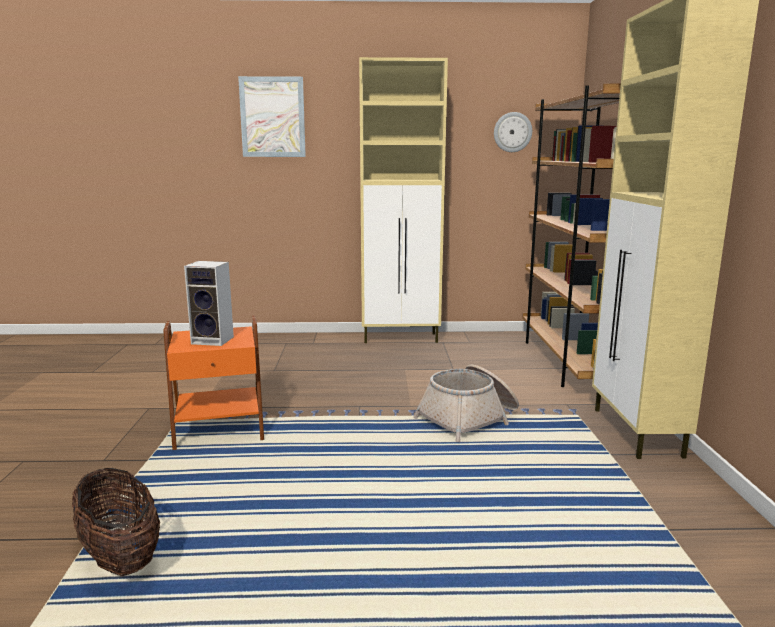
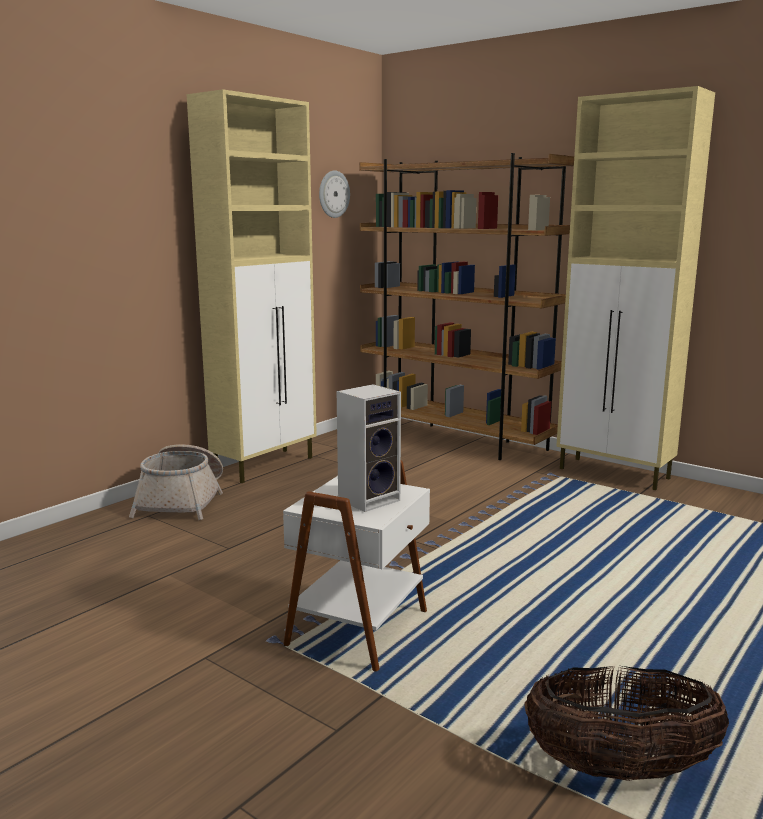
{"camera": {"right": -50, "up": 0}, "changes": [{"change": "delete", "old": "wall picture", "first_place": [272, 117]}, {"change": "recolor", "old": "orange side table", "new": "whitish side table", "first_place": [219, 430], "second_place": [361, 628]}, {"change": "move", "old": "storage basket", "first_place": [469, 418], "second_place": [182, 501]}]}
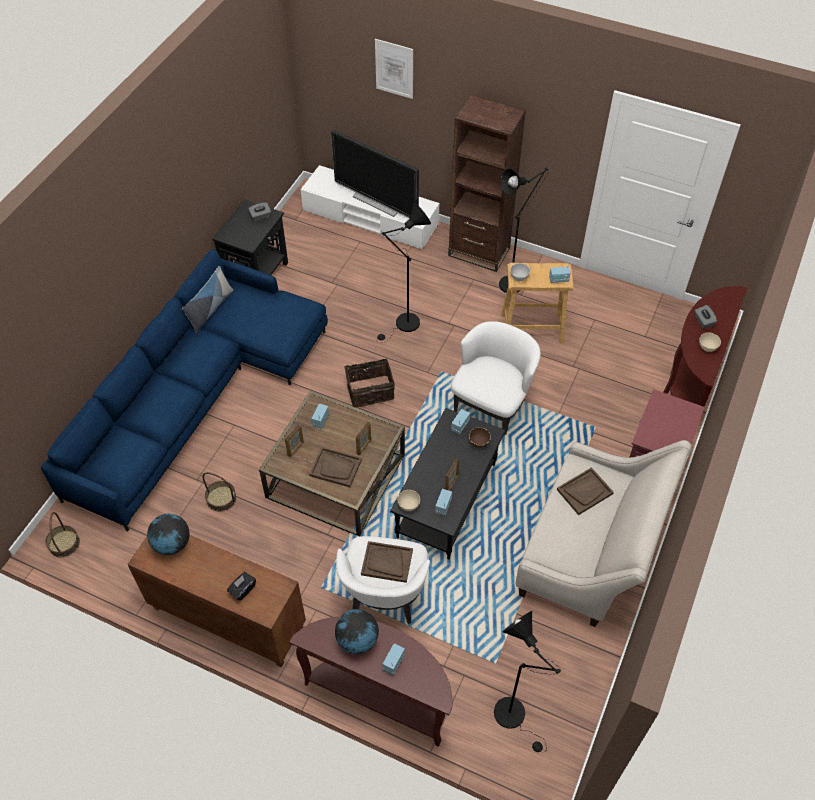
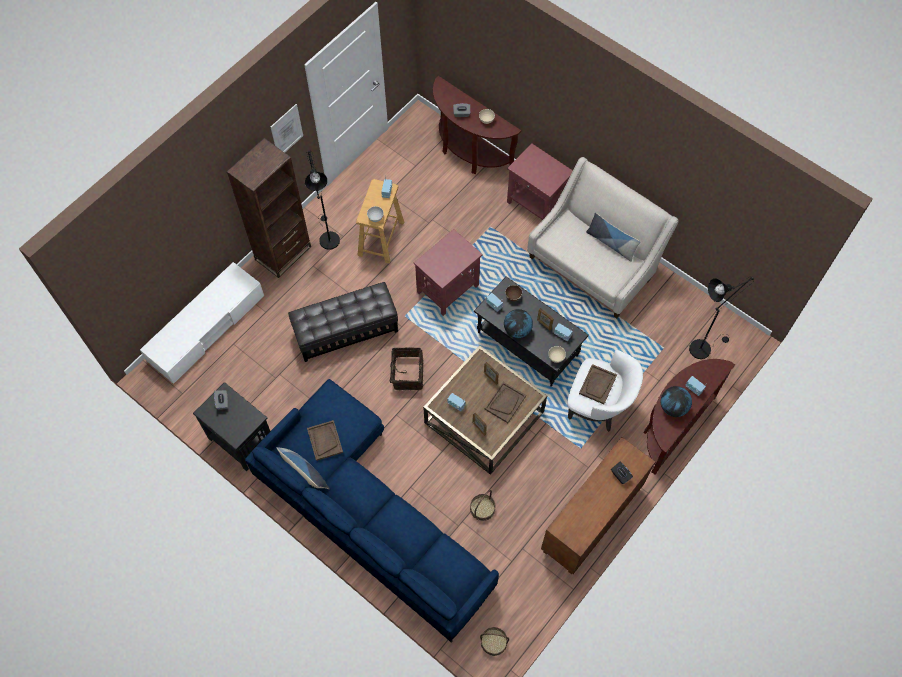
{"camera": {"right": -75, "up": 10}, "changes": [{"change": "move", "old": "wall picture", "first_place": [394, 68], "second_place": [286, 131]}, {"change": "delete", "old": "TV set", "first_place": [377, 202]}, {"change": "replace", "old": "black-coloured floor lamp", "new": "black-coloured pouffe", "first_place": [404, 325], "second_place": [346, 331]}, {"change": "replace", "old": "whitish lounge chair", "new": "reddish side table", "first_place": [492, 404], "second_place": [448, 289]}, {"change": "move", "old": "brownish serving tray", "first_place": [584, 491], "second_place": [325, 440]}, {"change": "move", "old": "globe", "first_place": [172, 544], "second_place": [517, 330]}, {"change": "insert", "new": "pillow", "second_place": [611, 243]}]}
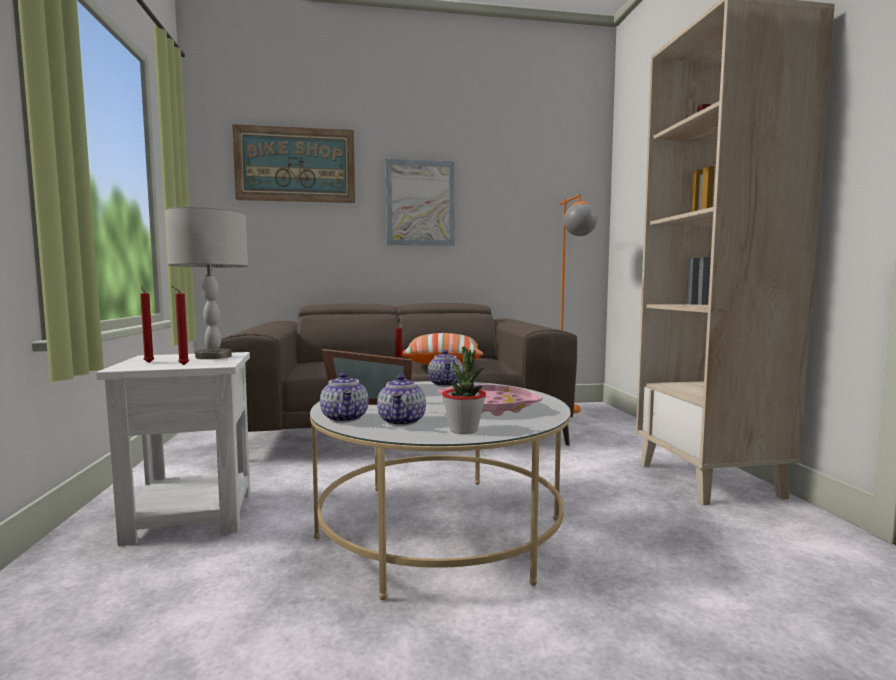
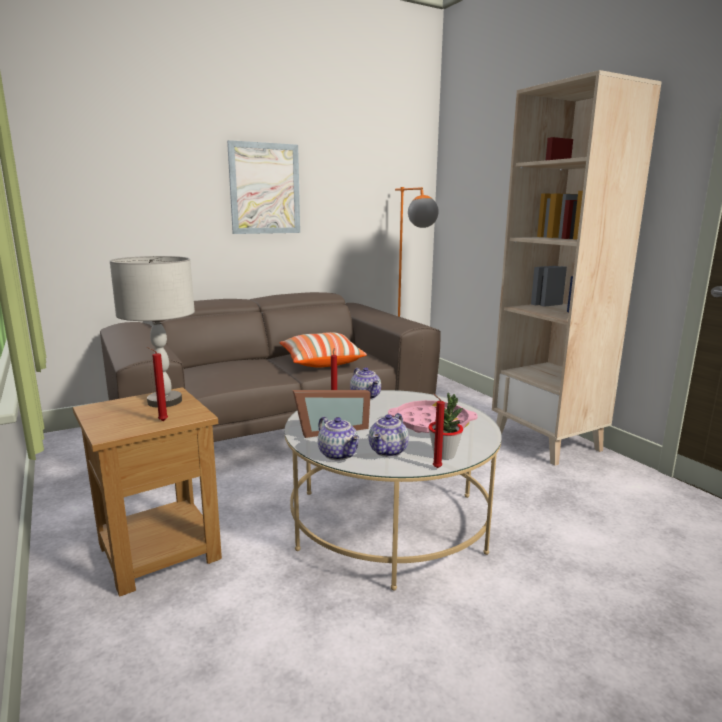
{"camera": {"right": -20, "up": 10}, "changes": [{"change": "delete", "old": "wall picture", "first_place": [295, 165]}, {"change": "move", "old": "reddish candle", "first_place": [148, 362], "second_place": [435, 468]}, {"change": "recolor", "old": "whitish side table", "new": "brownish side table", "first_place": [189, 516], "second_place": [157, 552]}, {"change": "rotate", "old": "tea pot", "first_place": [403, 422], "second_place": [389, 451], "degrees": 45}]}
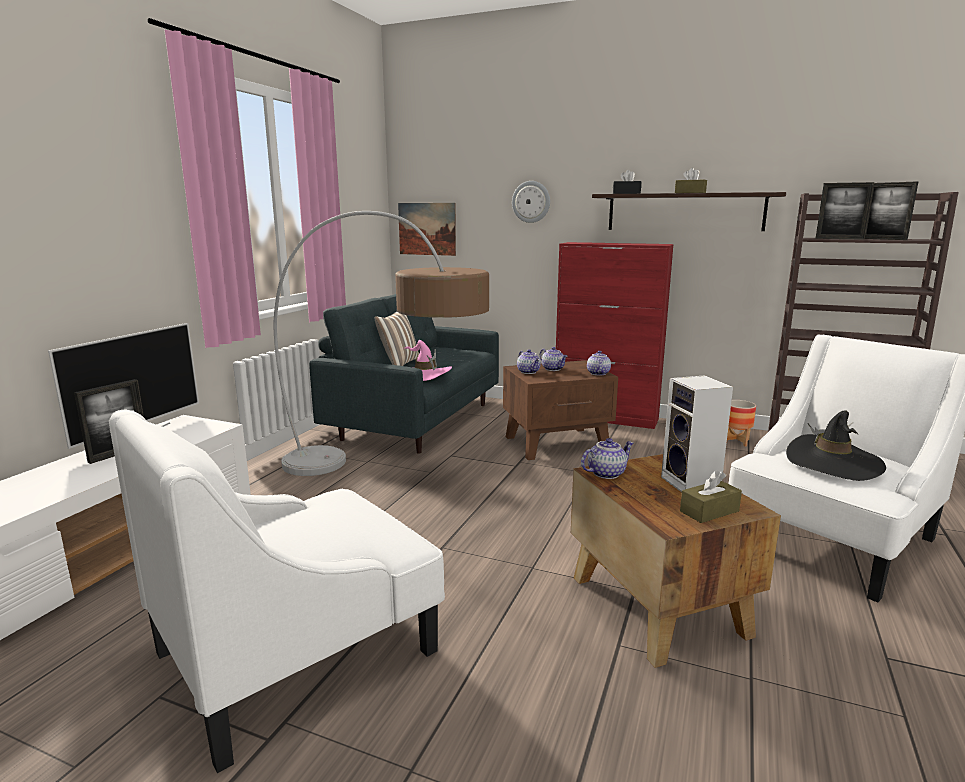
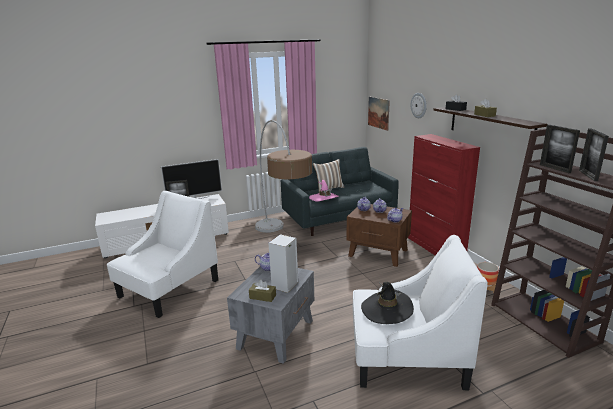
{"camera": {"right": 45, "up": 5}, "changes": [{"change": "rotate", "old": "whitish lounge chair", "first_place": [298, 651], "second_place": [169, 288], "degrees": 120}, {"change": "recolor", "old": "brownish side table", "new": "greyish side table", "first_place": [657, 604], "second_place": [276, 333]}]}
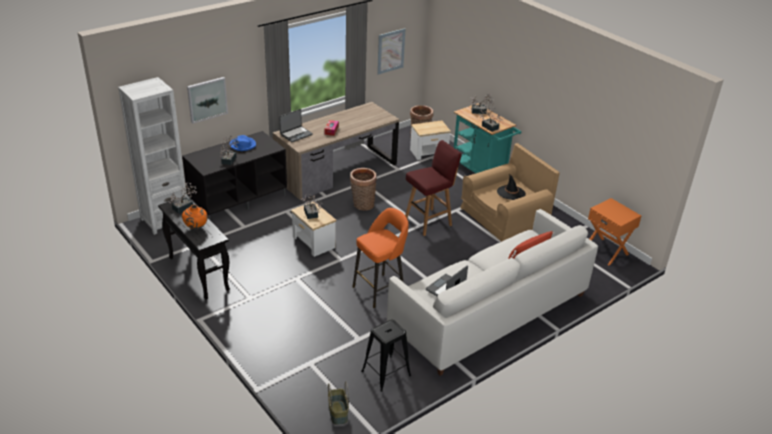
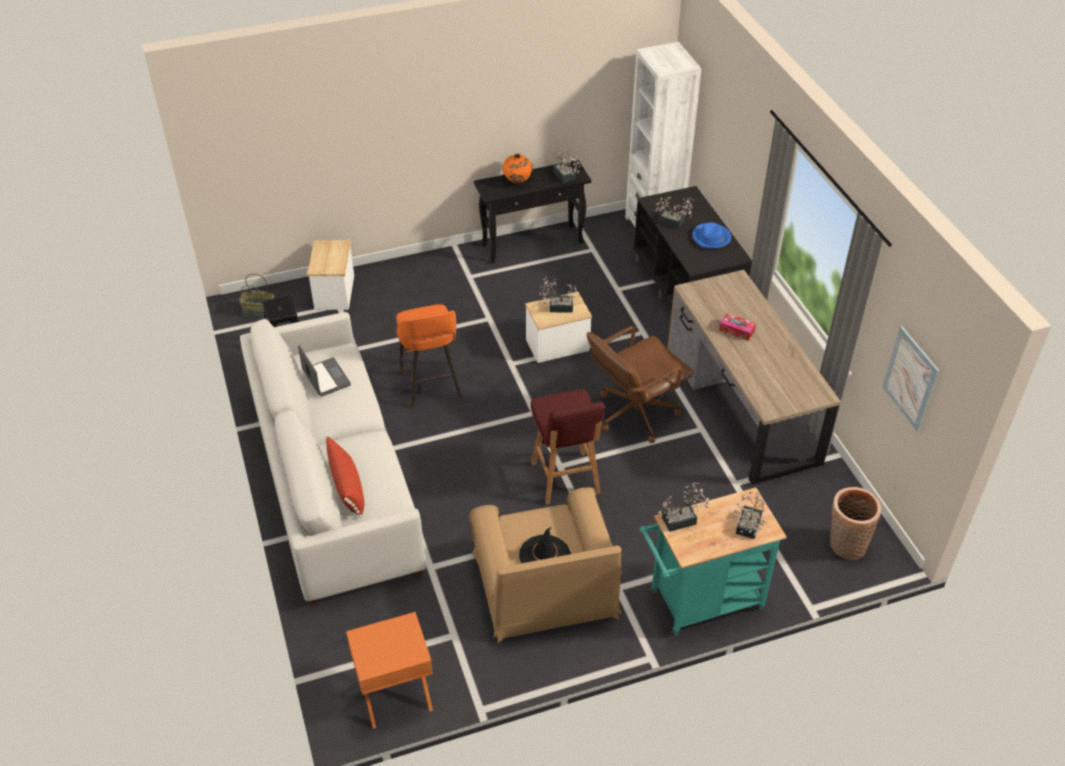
{"camera": {"right": 110, "up": 10}, "changes": [{"change": "delete", "old": "wall picture", "first_place": [207, 99]}, {"change": "delete", "old": "portable computer", "first_place": [296, 134]}, {"change": "move", "old": "side table", "first_place": [429, 153], "second_place": [334, 293]}, {"change": "replace", "old": "storage basket", "new": "brownish computer chair", "first_place": [362, 205], "second_place": [635, 413]}]}
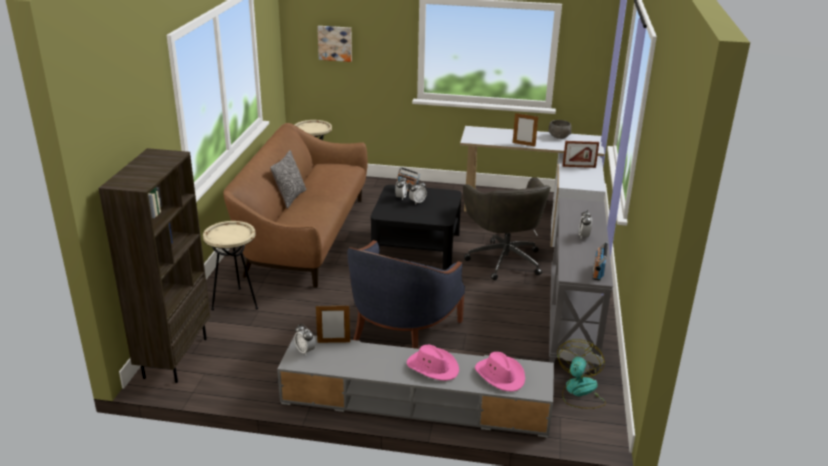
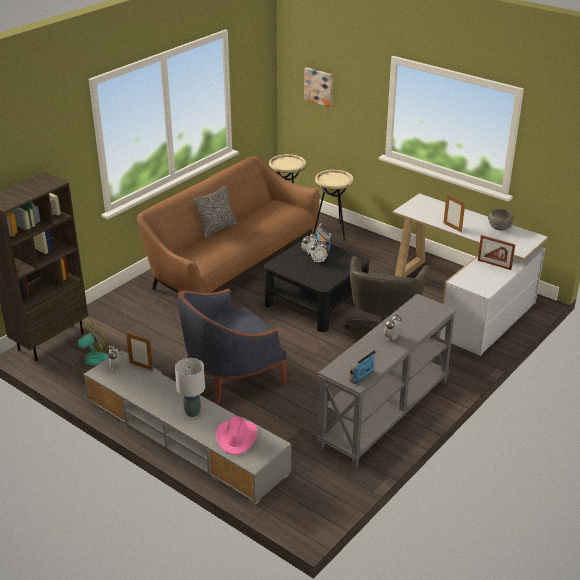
{"camera": {"right": 30, "up": 5}, "changes": [{"change": "move", "old": "sand-coloured side table", "first_place": [236, 302], "second_place": [332, 232]}, {"change": "move", "old": "fan", "first_place": [579, 392], "second_place": [91, 362]}, {"change": "replace", "old": "pink hat", "new": "greyish table lamp", "first_place": [433, 367], "second_place": [193, 412]}]}
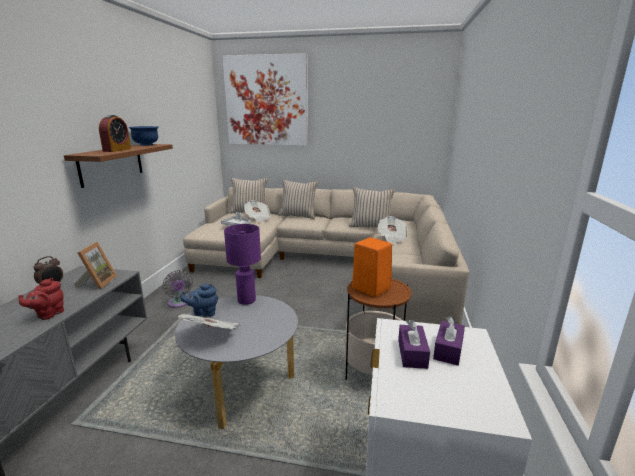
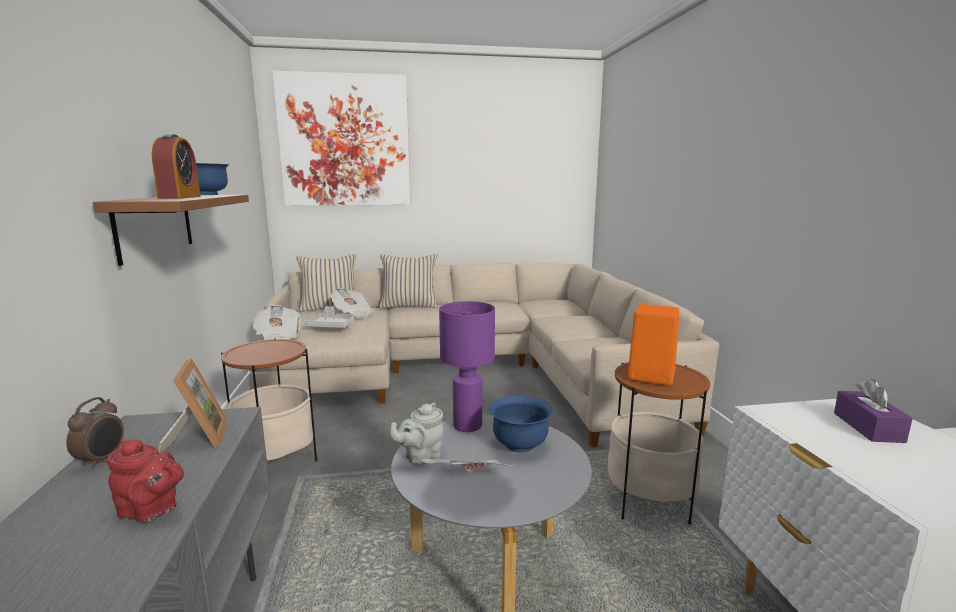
{"camera": {"right": -20, "up": -5}, "changes": [{"change": "delete", "old": "sand-coloured pillow", "first_place": [371, 226]}, {"change": "move", "old": "printed paper", "first_place": [392, 238], "second_place": [278, 337]}, {"change": "replace", "old": "greyish fan", "new": "side table", "first_place": [179, 303], "second_place": [277, 463]}, {"change": "rotate", "old": "reddish tea pot", "first_place": [48, 314], "second_place": [151, 511], "degrees": -75}, {"change": "recolor", "old": "blue-coloured tea pot", "new": "greyish tea pot", "first_place": [203, 314], "second_place": [420, 457]}, {"change": "delete", "old": "purple box of tissues", "first_place": [412, 353]}, {"change": "insert", "new": "blue-coloured bowl", "second_place": [520, 445]}]}
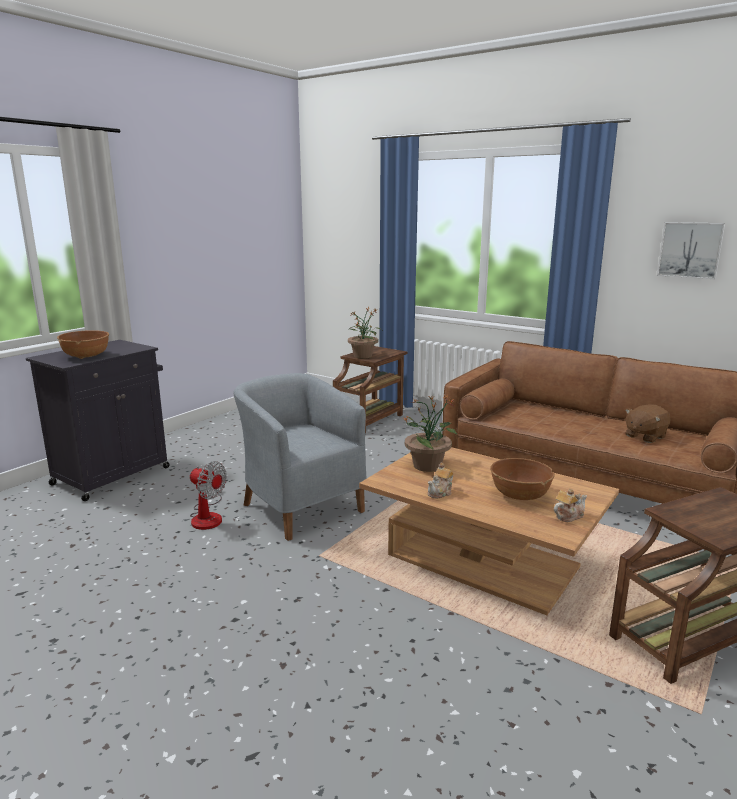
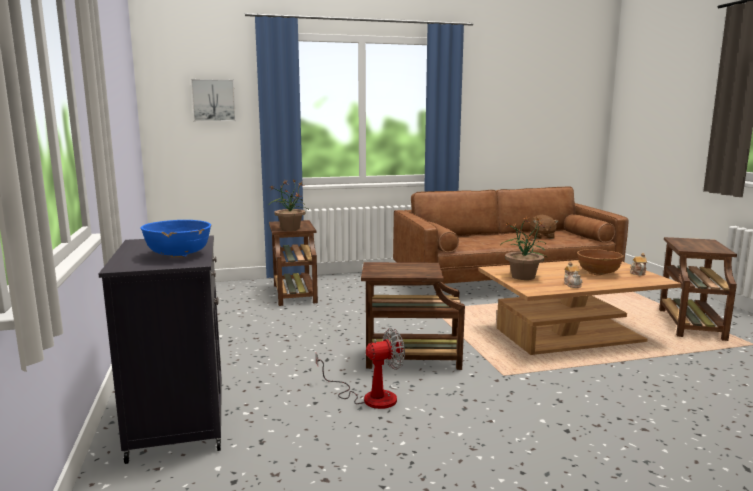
{"camera": {"right": -50, "up": -5}, "changes": [{"change": "move", "old": "wall picture", "first_place": [690, 250], "second_place": [213, 100]}, {"change": "recolor", "old": "brownish bowl", "new": "blue-coloured bowl", "first_place": [86, 356], "second_place": [178, 255]}, {"change": "replace", "old": "greyish lounge chair", "new": "brownish side table", "first_place": [299, 506], "second_place": [409, 359]}]}
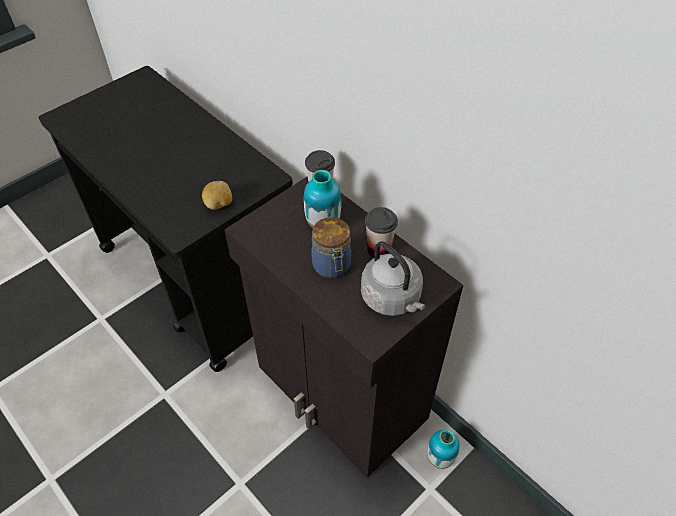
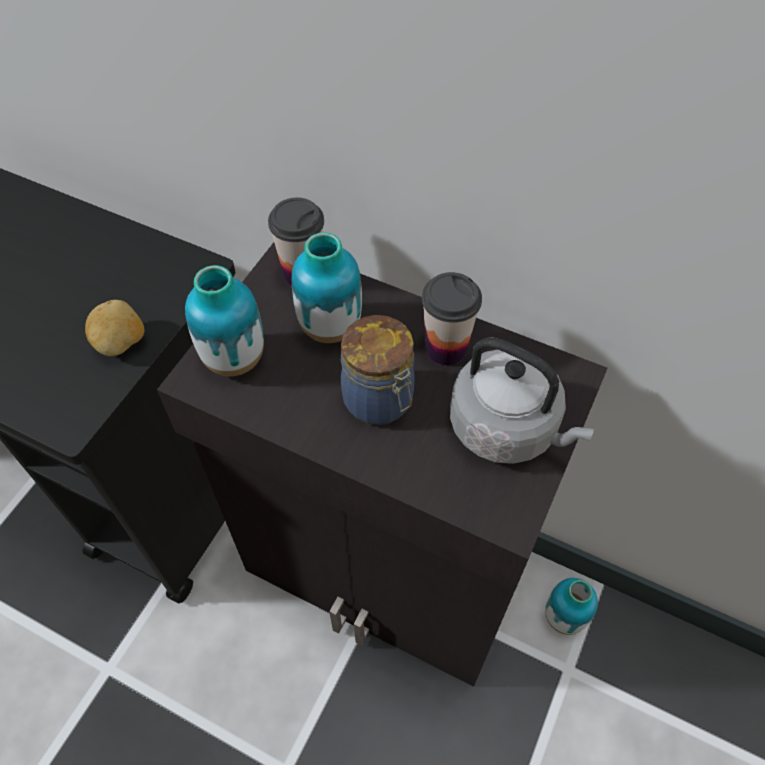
{"camera": {"right": -20, "up": 5}, "changes": [{"change": "insert", "new": "decorative vase", "second_place": [234, 359]}]}
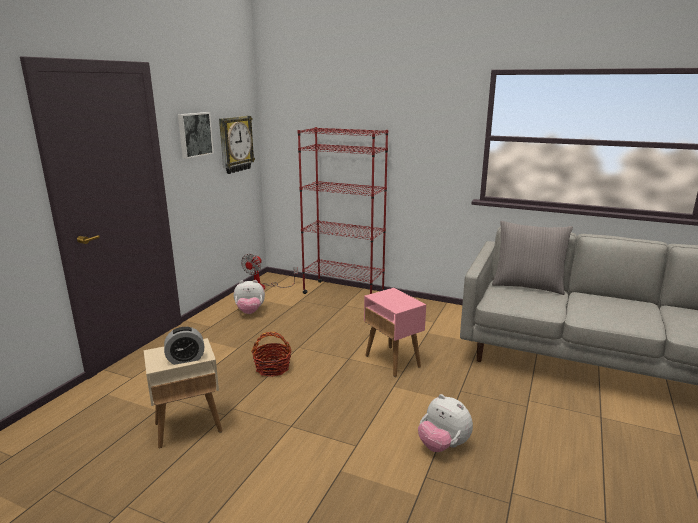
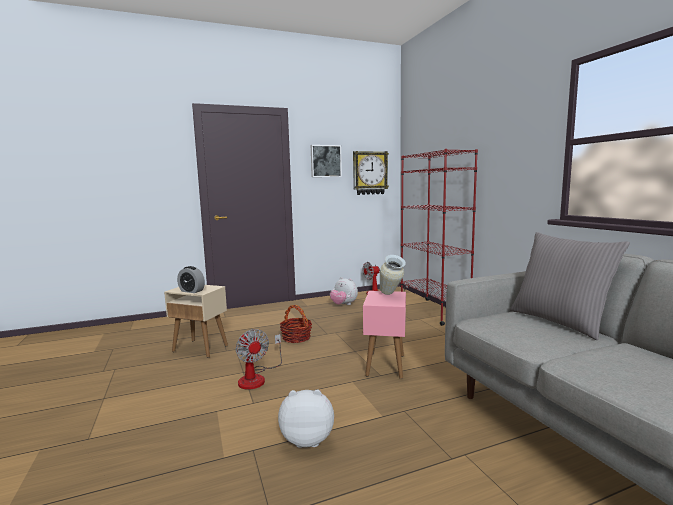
{"camera": {"right": 45, "up": -10}, "changes": [{"change": "rotate", "old": "soft toy", "first_place": [443, 445], "second_place": [307, 439], "degrees": 90}, {"change": "insert", "new": "decorative vase", "second_place": [391, 296]}, {"change": "insert", "new": "fan", "second_place": [257, 377]}]}
